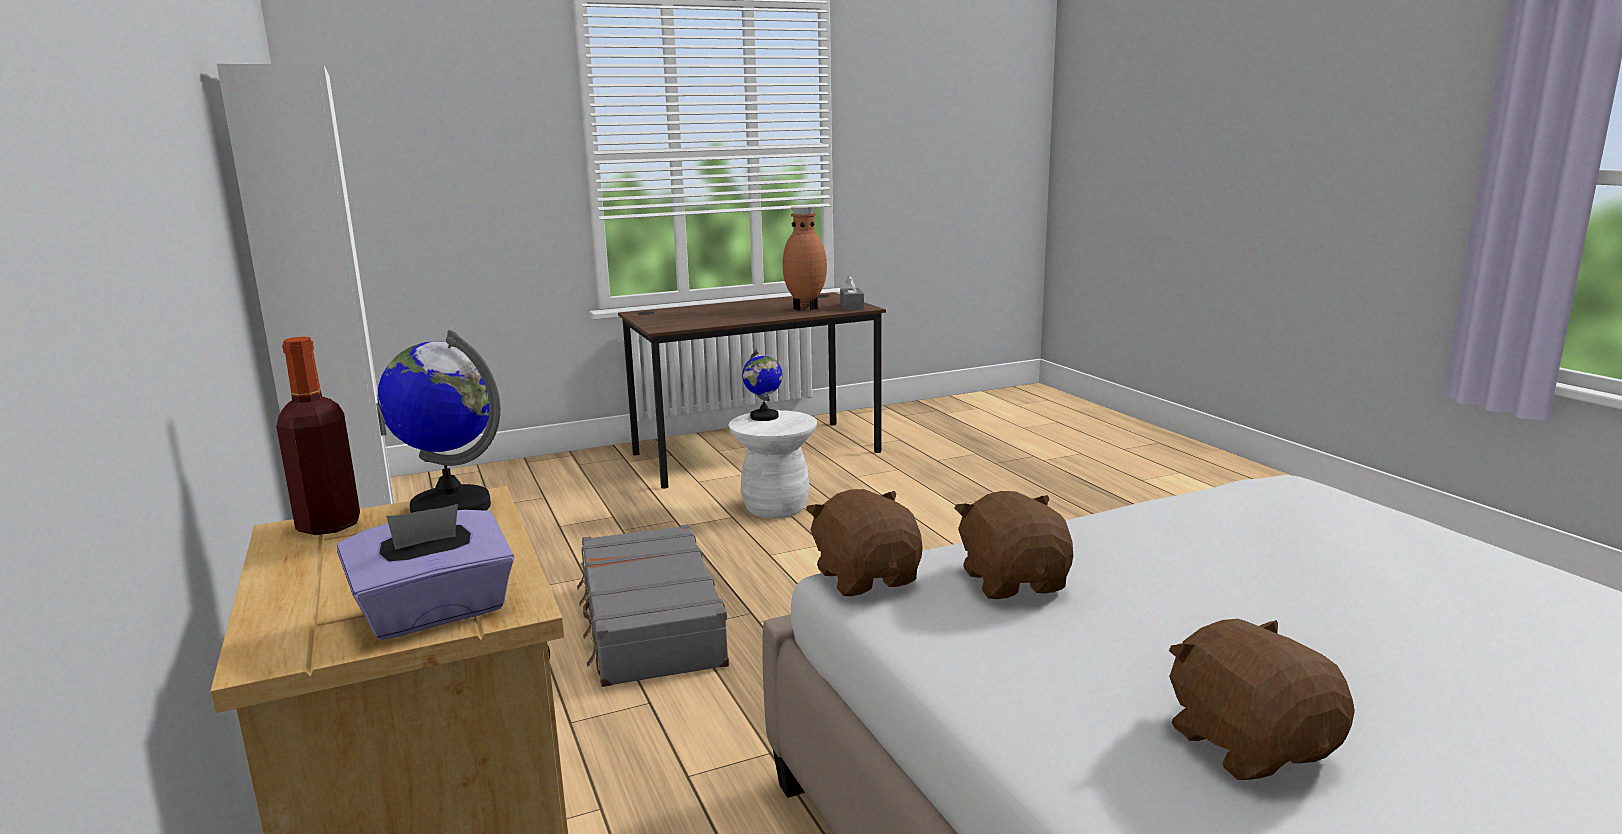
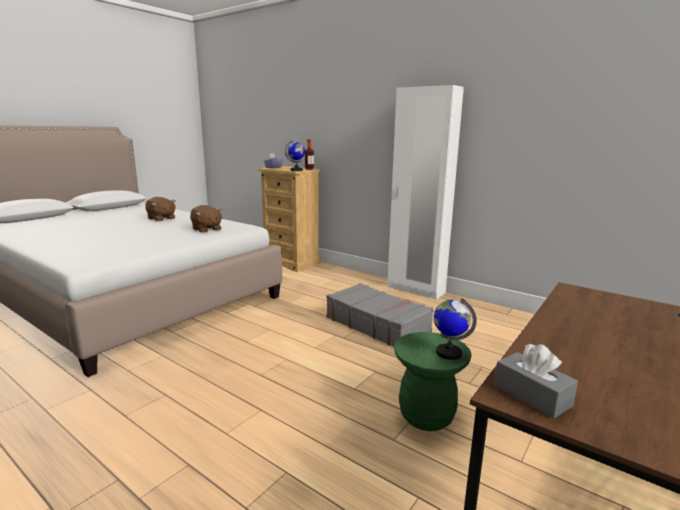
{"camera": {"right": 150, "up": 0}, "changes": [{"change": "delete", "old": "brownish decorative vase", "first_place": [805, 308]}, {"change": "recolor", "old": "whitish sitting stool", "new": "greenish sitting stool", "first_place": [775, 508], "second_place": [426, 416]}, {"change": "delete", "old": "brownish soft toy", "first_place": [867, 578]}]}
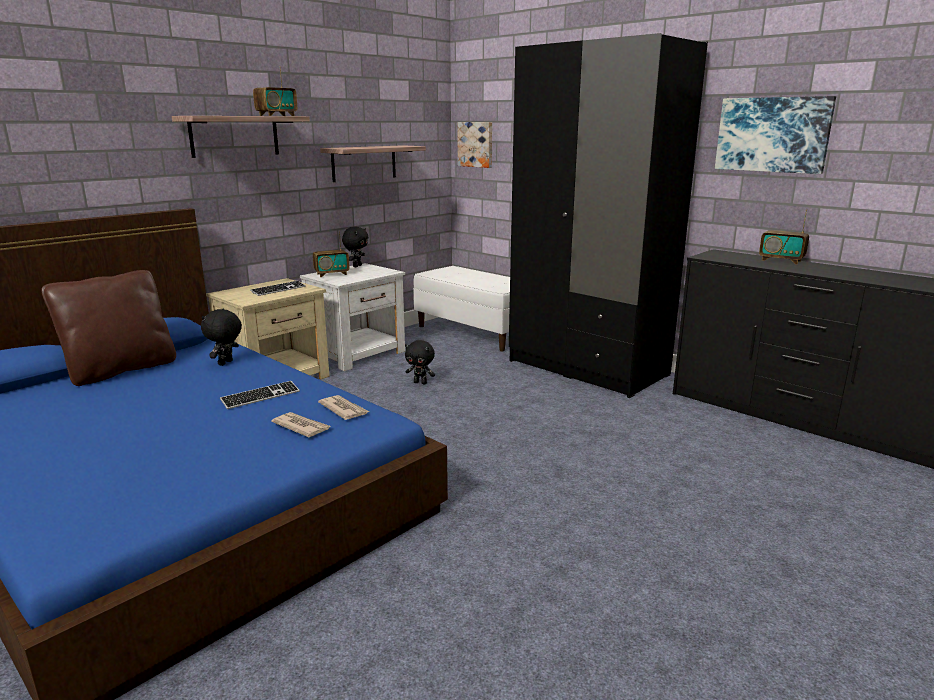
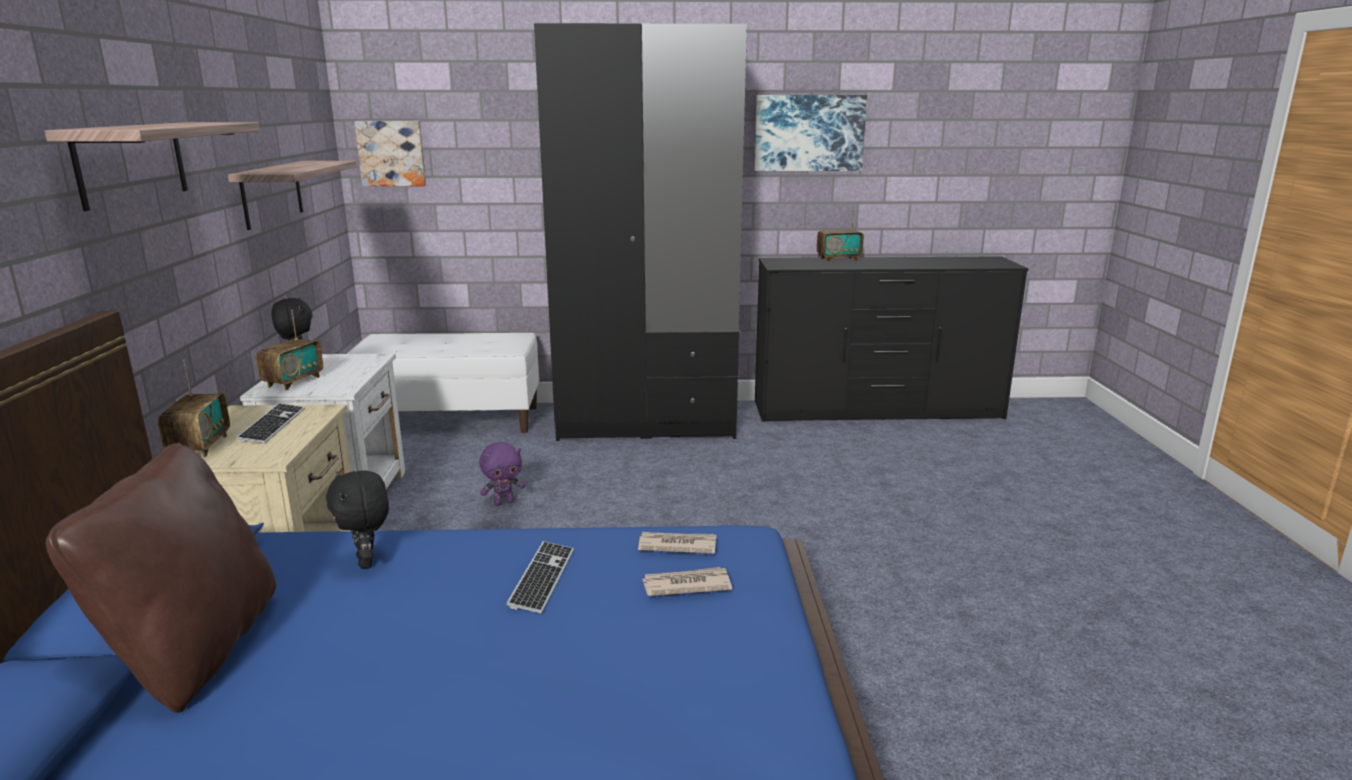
{"camera": {"right": -45, "up": 0}, "changes": [{"change": "move", "old": "radio receiver", "first_place": [276, 116], "second_place": [200, 447]}, {"change": "recolor", "old": "black-coloured soft toy", "new": "purple soft toy", "first_place": [420, 383], "second_place": [504, 502]}]}
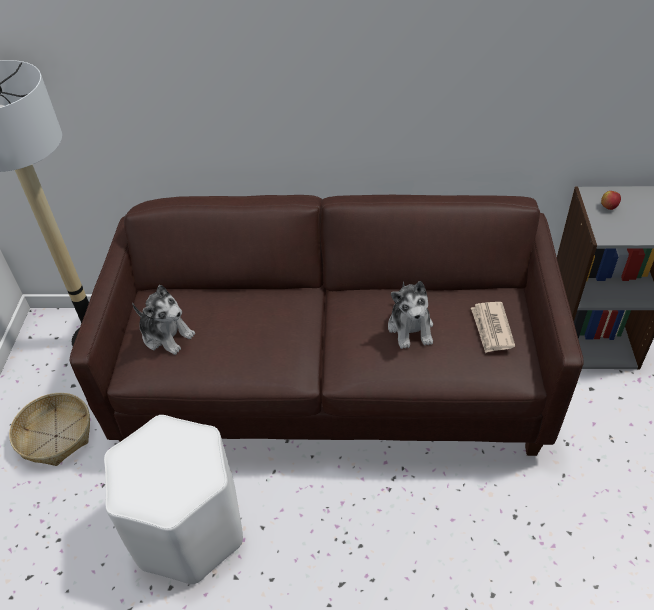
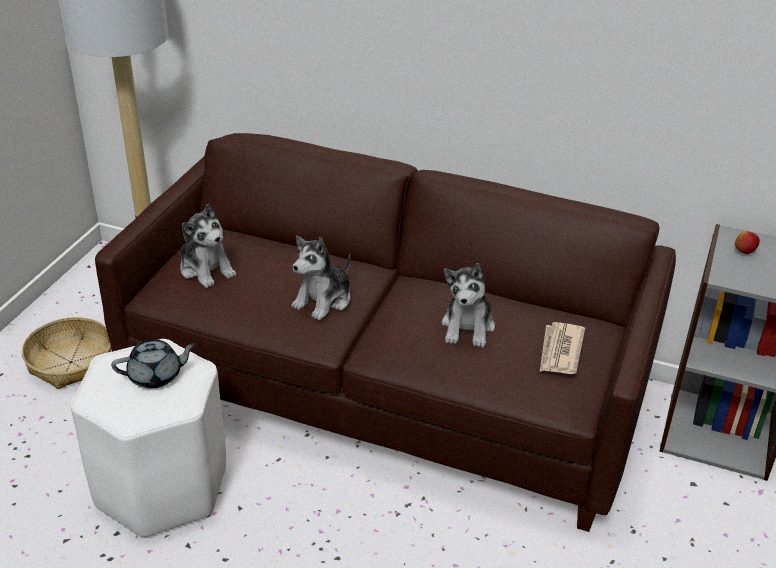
{"camera": {"right": 15, "up": -10}, "changes": [{"change": "insert", "new": "soft toy", "second_place": [324, 300]}, {"change": "insert", "new": "greyish tea pot", "second_place": [156, 376]}]}
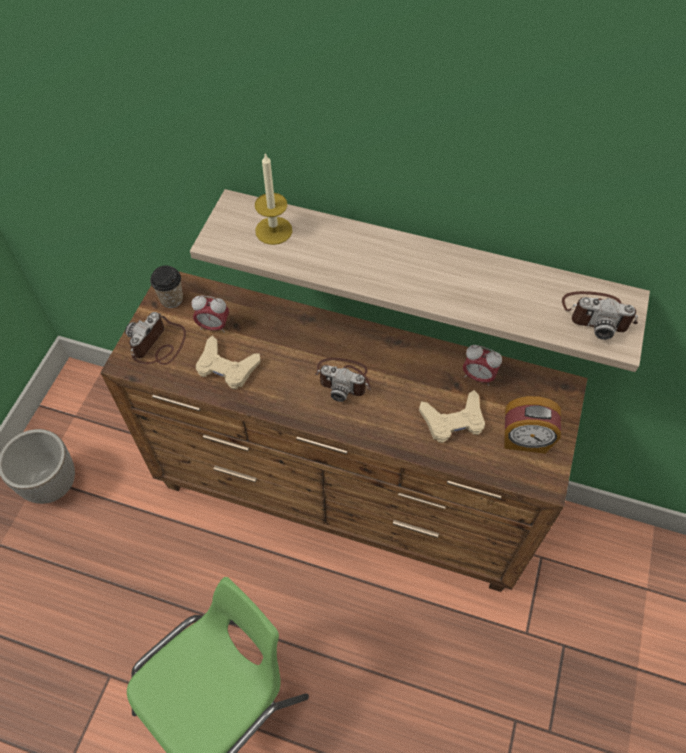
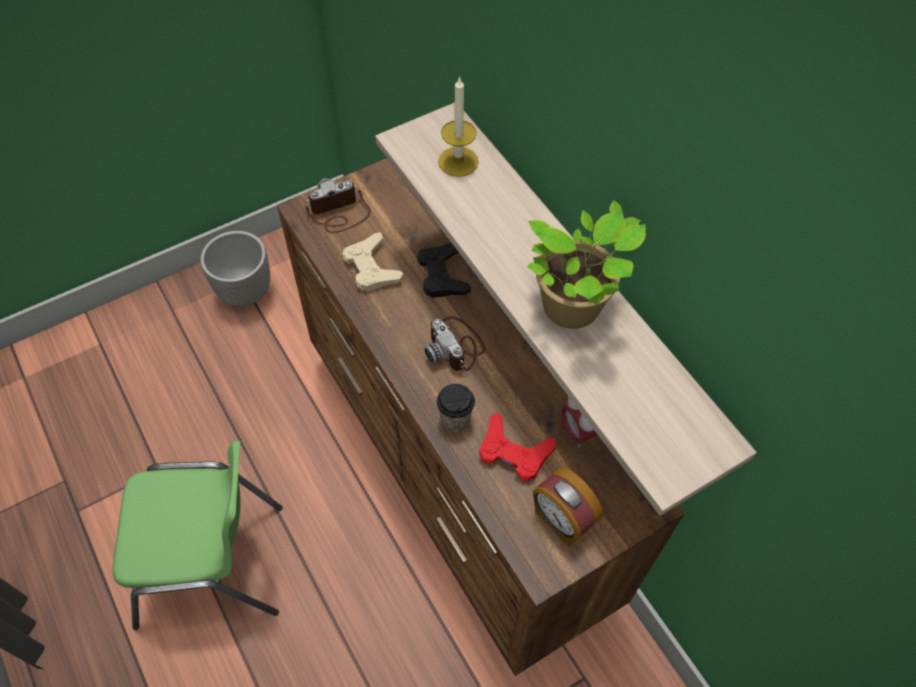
{"camera": {"right": 40, "up": 0}, "changes": [{"change": "move", "old": "cup", "first_place": [171, 299], "second_place": [455, 419]}, {"change": "delete", "old": "still camera", "first_place": [597, 314]}, {"change": "delete", "old": "table clock", "first_place": [213, 326]}, {"change": "recolor", "old": "sand-coloured joypad", "new": "reddish joypad", "first_place": [453, 420], "second_place": [513, 452]}, {"change": "insert", "new": "houseplant", "second_place": [574, 310]}, {"change": "insert", "new": "black-coloured joypad", "second_place": [442, 274]}]}
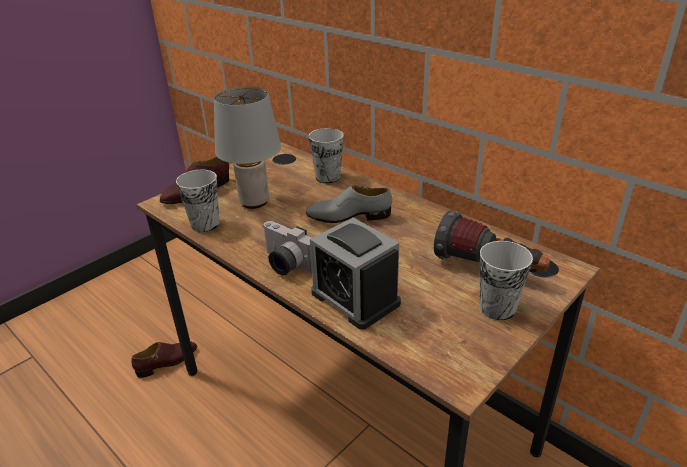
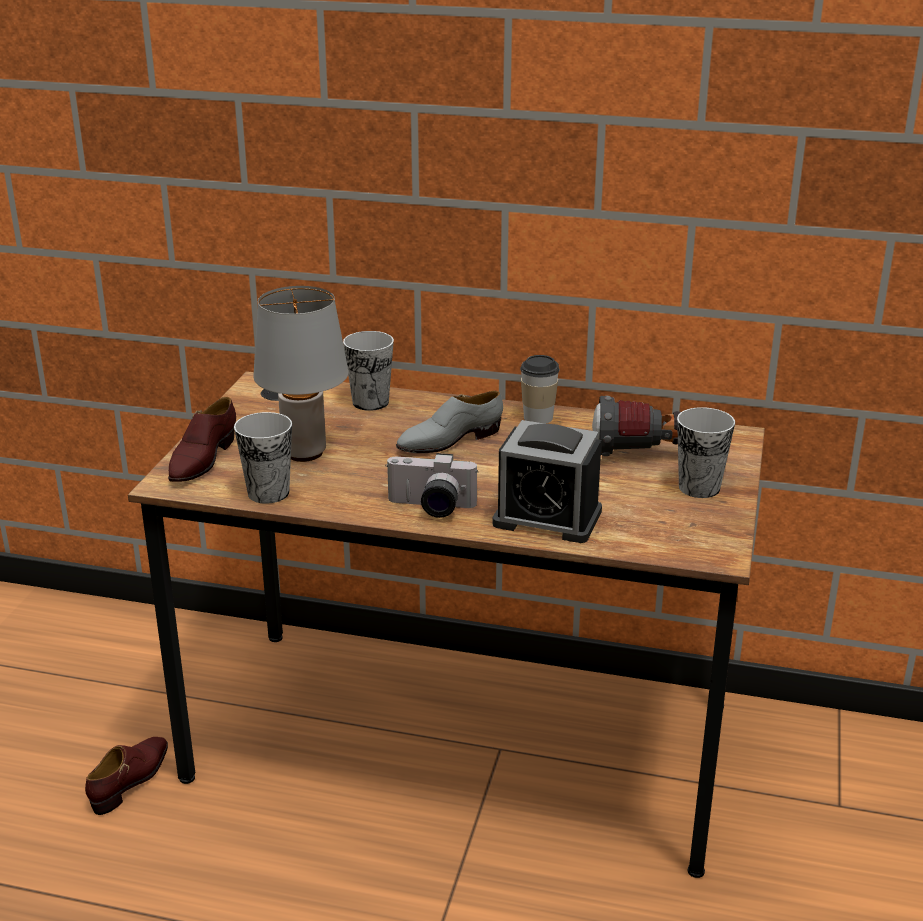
{"camera": {"right": -30, "up": -5}, "changes": [{"change": "insert", "new": "cup", "second_place": [538, 417]}]}
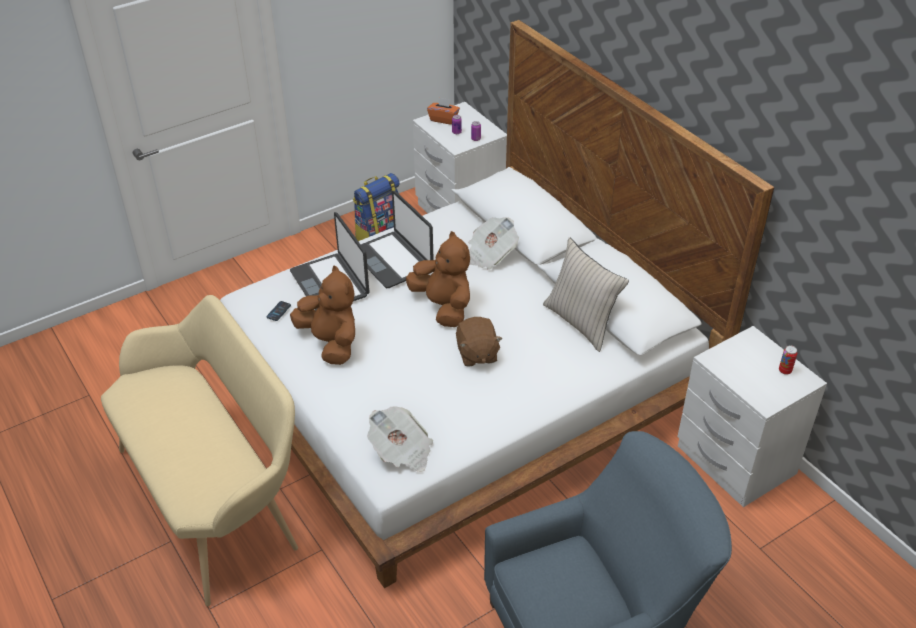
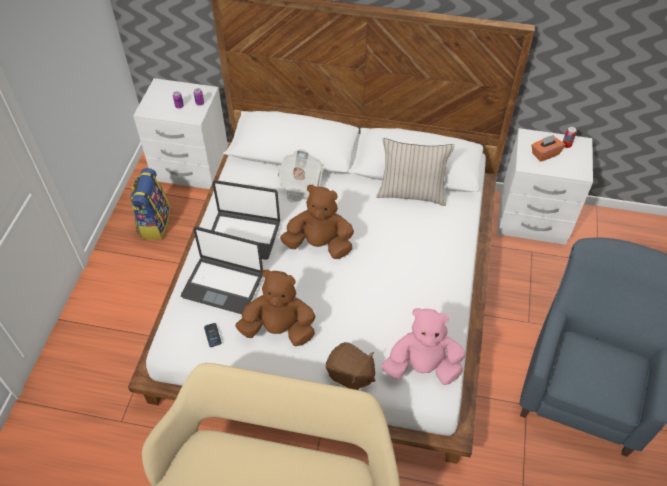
{"camera": {"right": -45, "up": 10}, "changes": [{"change": "move", "old": "orange box of tissues", "first_place": [443, 119], "second_place": [545, 154]}, {"change": "move", "old": "brownish soft toy", "first_place": [476, 354], "second_place": [350, 374]}, {"change": "replace", "old": "printed paper", "new": "pink soft toy", "first_place": [401, 451], "second_place": [422, 367]}]}
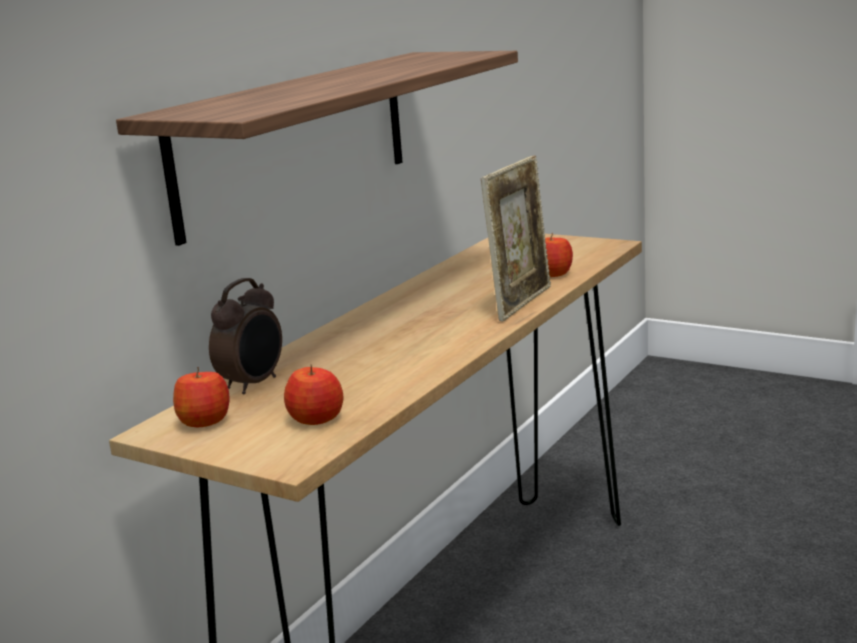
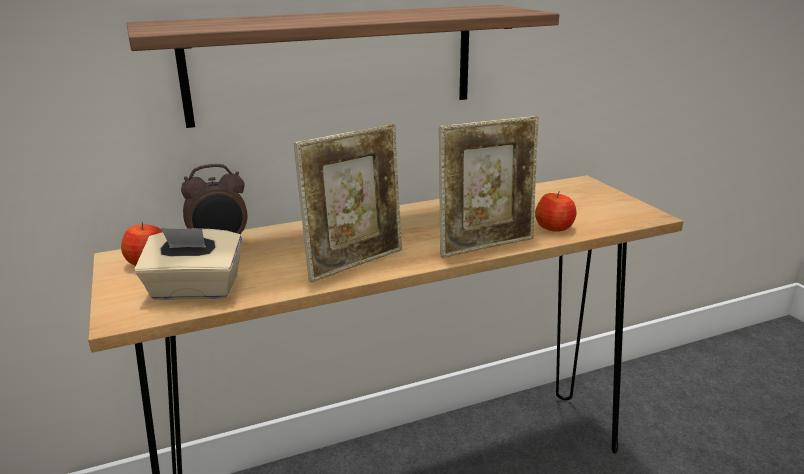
{"camera": {"right": 35, "up": 5}, "changes": [{"change": "replace", "old": "whole apple", "new": "sand-coloured box of tissues", "first_place": [317, 419], "second_place": [195, 290]}, {"change": "insert", "new": "standing frame", "second_place": [355, 263]}]}
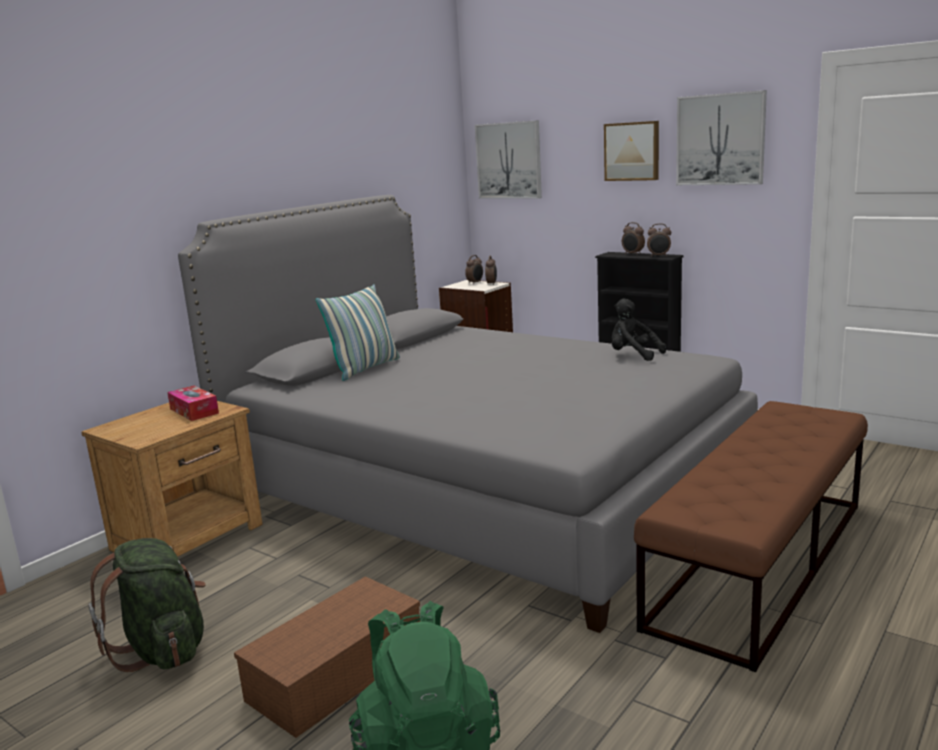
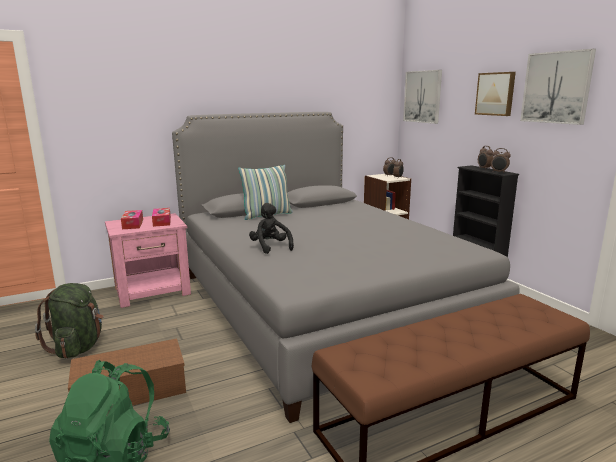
{"camera": {"right": 25, "up": 0}, "changes": [{"change": "move", "old": "black-coloured soft toy", "first_place": [633, 355], "second_place": [270, 247]}, {"change": "recolor", "old": "brownish nightstand", "new": "pink nightstand", "first_place": [190, 536], "second_place": [153, 291]}, {"change": "insert", "new": "box of tissues", "second_place": [133, 224]}]}
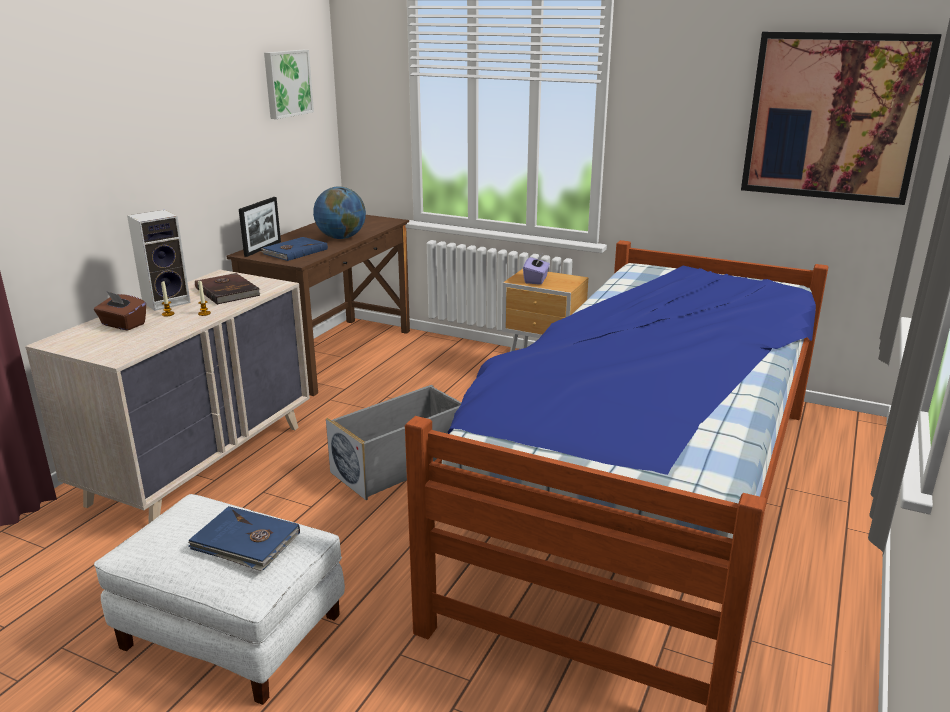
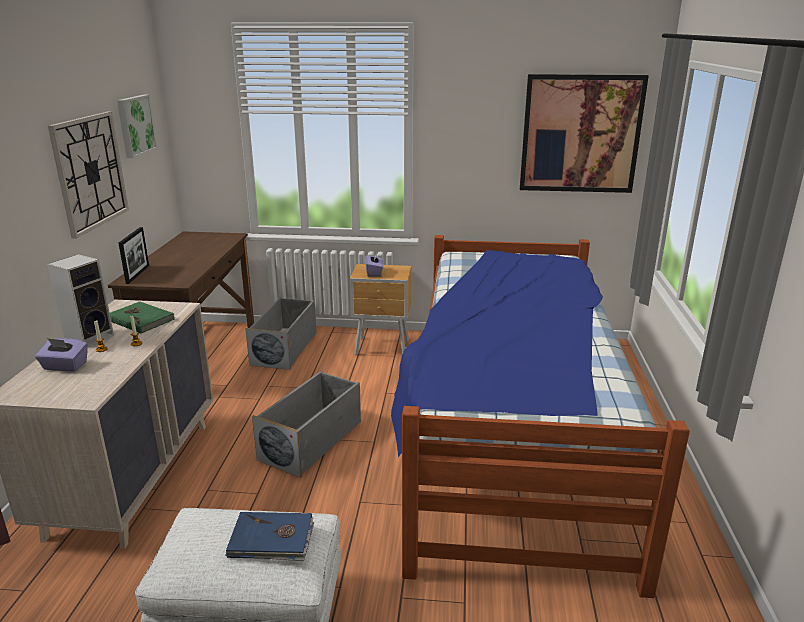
{"camera": {"right": -20, "up": 0}, "changes": [{"change": "delete", "old": "globe", "first_place": [341, 238]}, {"change": "delete", "old": "blue-coloured book", "first_place": [294, 251]}, {"change": "recolor", "old": "brownish book", "new": "greenish book", "first_place": [228, 291], "second_place": [141, 319]}, {"change": "recolor", "old": "brownish box of tissues", "new": "purple box of tissues", "first_place": [123, 325], "second_place": [65, 366]}, {"change": "insert", "new": "wall clock", "second_place": [90, 172]}, {"change": "insert", "new": "greyish storage bin", "second_place": [285, 348]}]}
